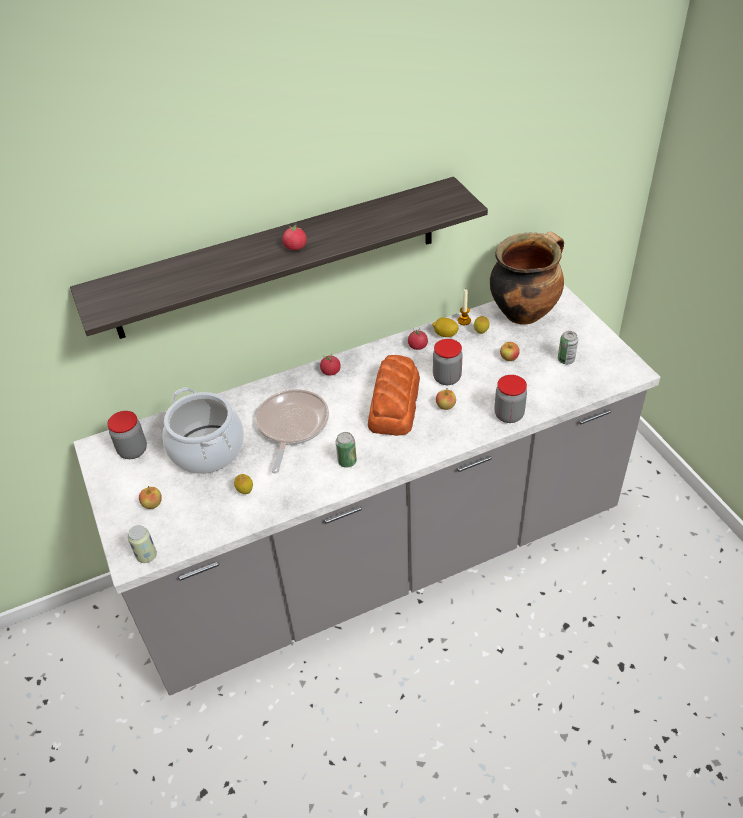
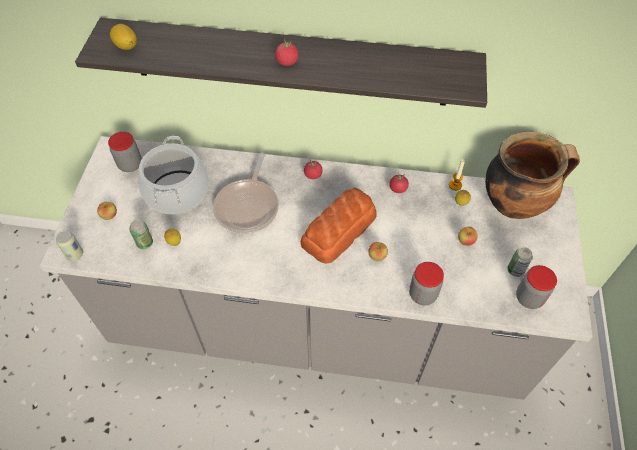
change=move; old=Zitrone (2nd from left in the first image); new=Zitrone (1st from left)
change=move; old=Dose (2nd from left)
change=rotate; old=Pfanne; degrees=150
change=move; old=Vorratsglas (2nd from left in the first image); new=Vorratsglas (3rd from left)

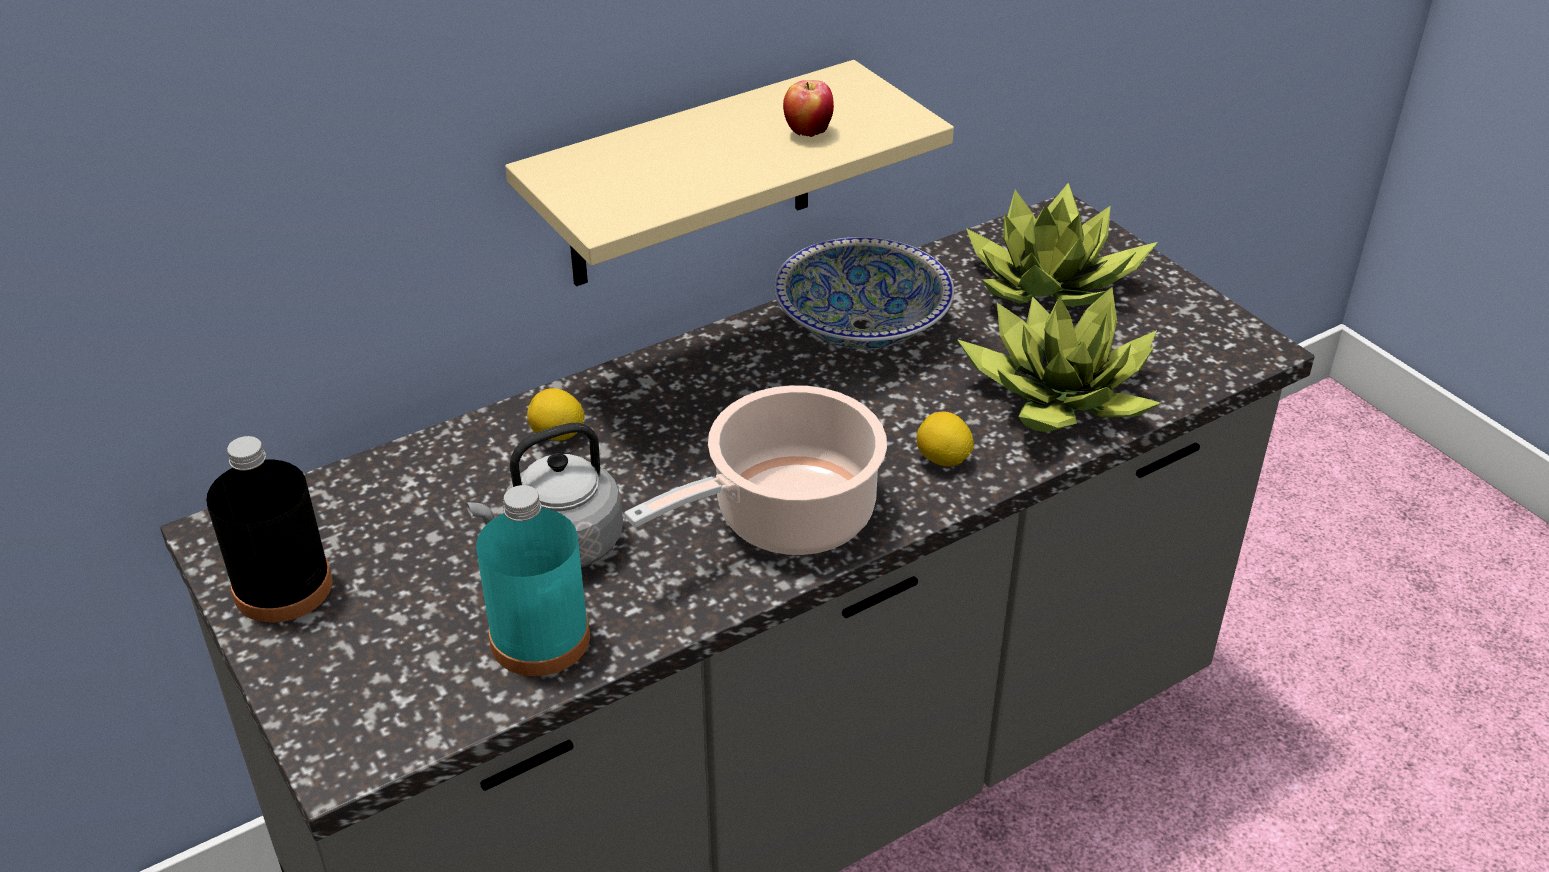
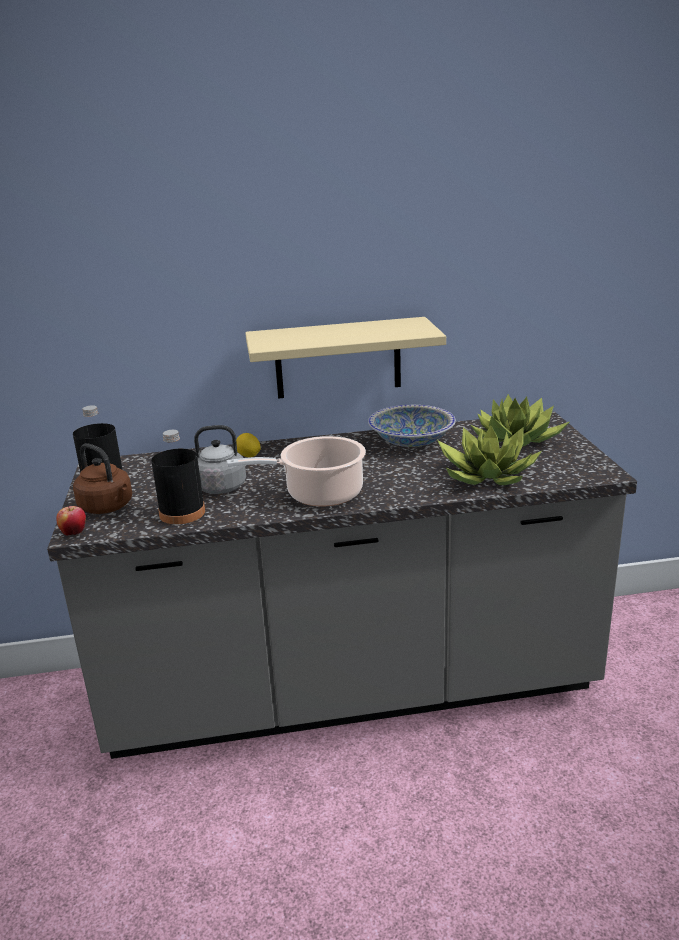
change=move; old=Apfel
change=insert; new=Wasserkessel/braun
change=recolor; old=Flasche/türkis; new=Flasche/schwarz (2nd from left)
change=delete; old=Zitrone (2nd from left)

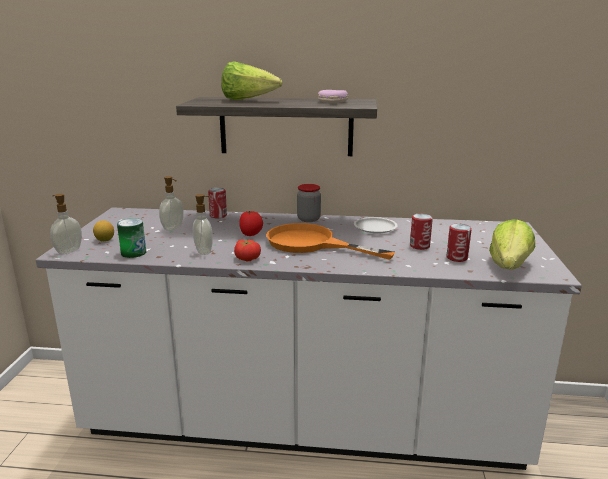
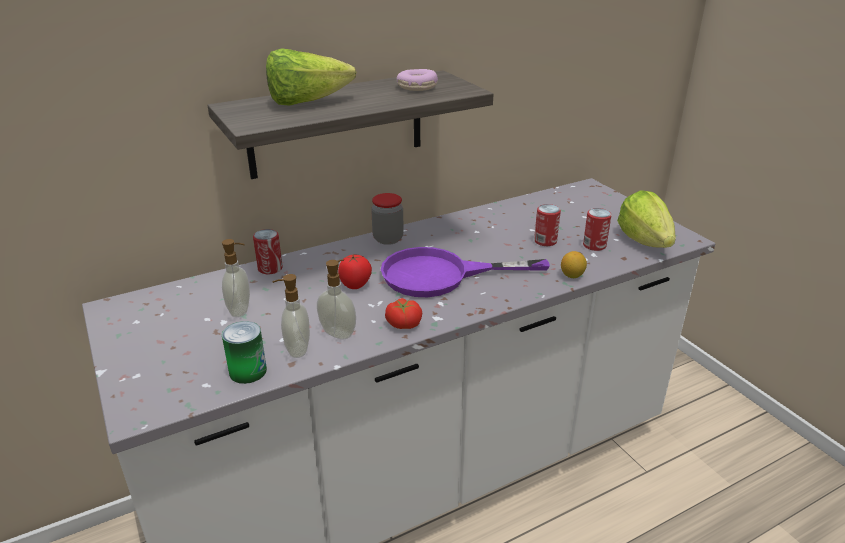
change=move; old=Seifenspender (1st from left in the first image); new=Seifenspender (2nd from left)
change=recolor; old=Pfanne/orange; new=Pfanne/lila
change=move; old=Zitrone
change=delete; old=Teller/weiß

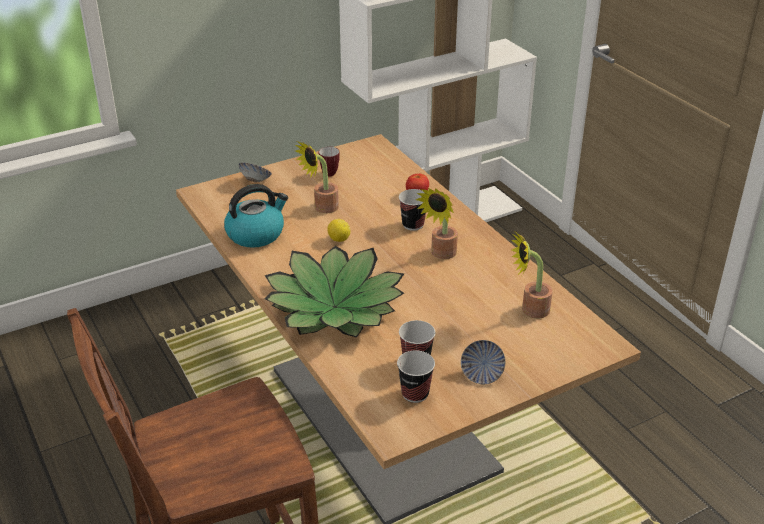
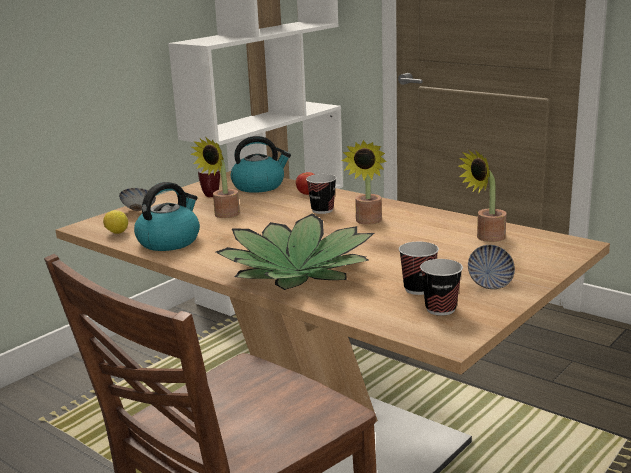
change=move; old=Zitrone
change=insert; new=Wasserkessel (2nd from left)

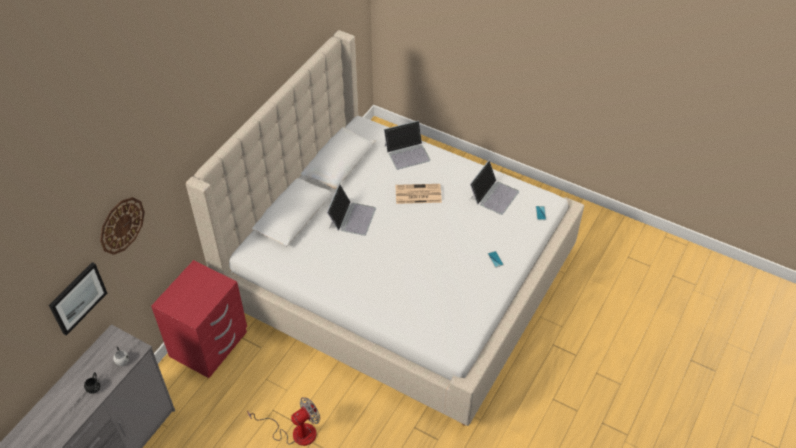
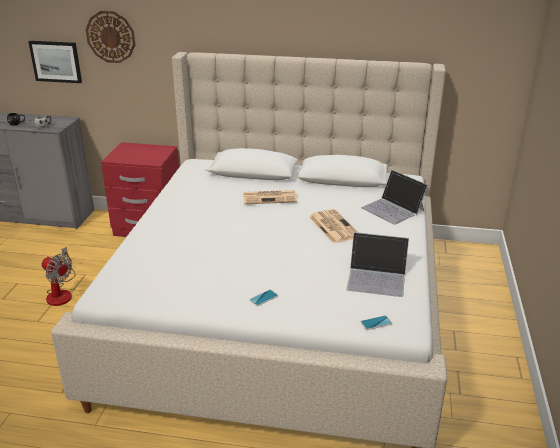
change=replace; old=Laptop (1st from left); new=Zeitung (1st from left)

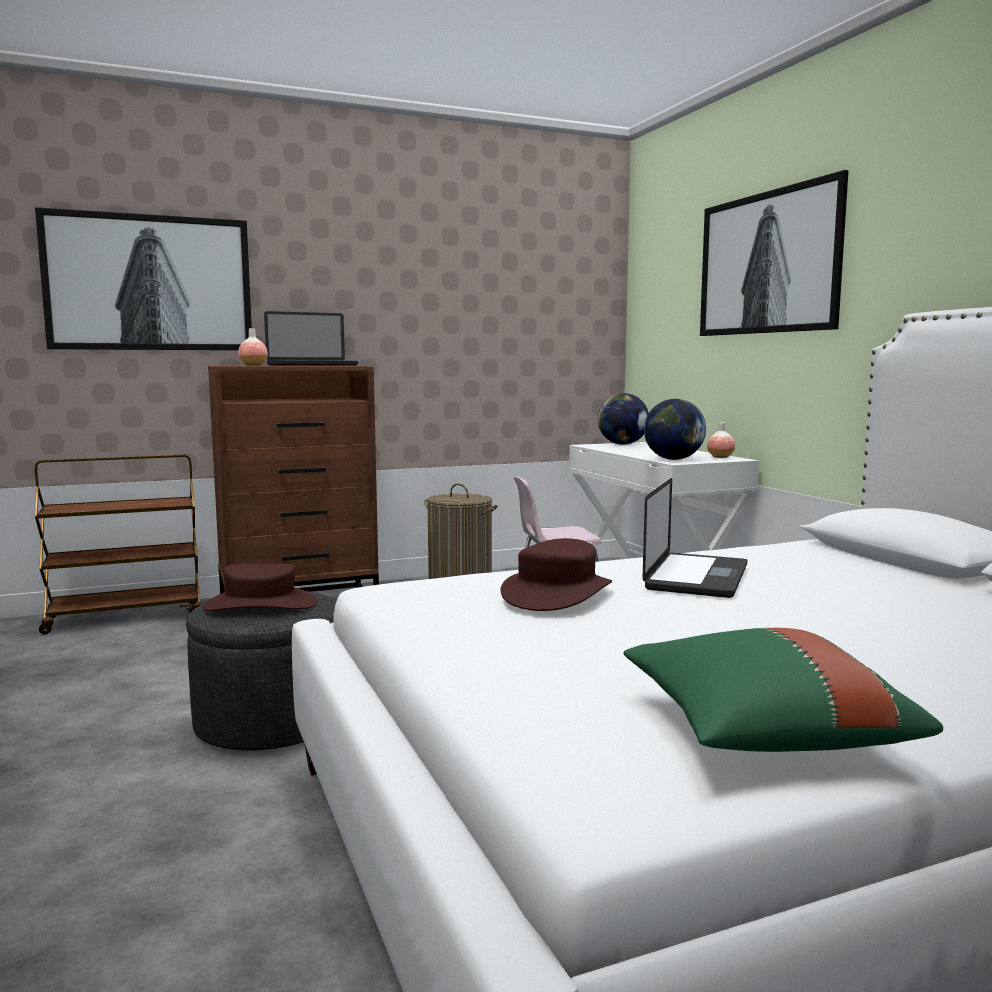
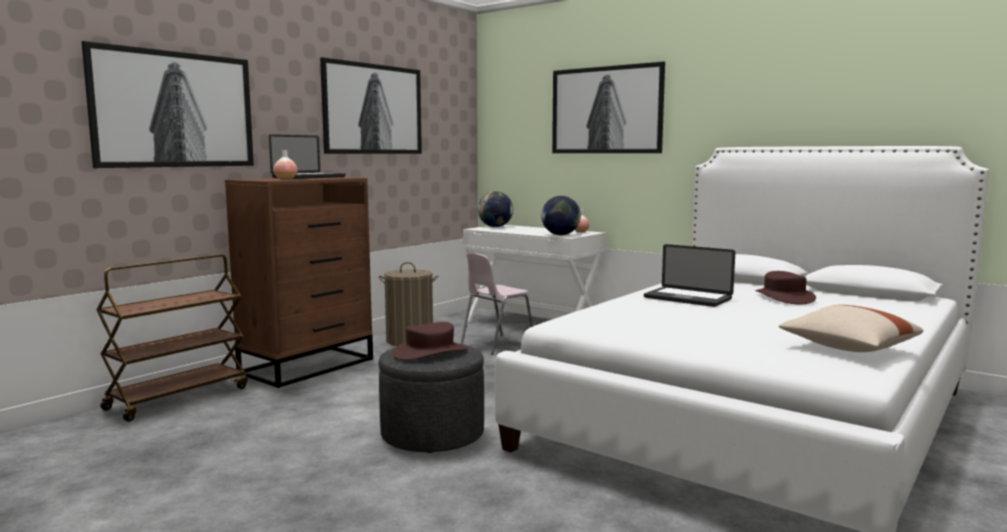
change=insert; new=Bild (2nd from left)
change=rotate; old=Laptop (2nd from left); degrees=135
change=move; old=Hut/braun (2nd from left)
change=recolor; old=Kissen/grün; new=Kissen/beige

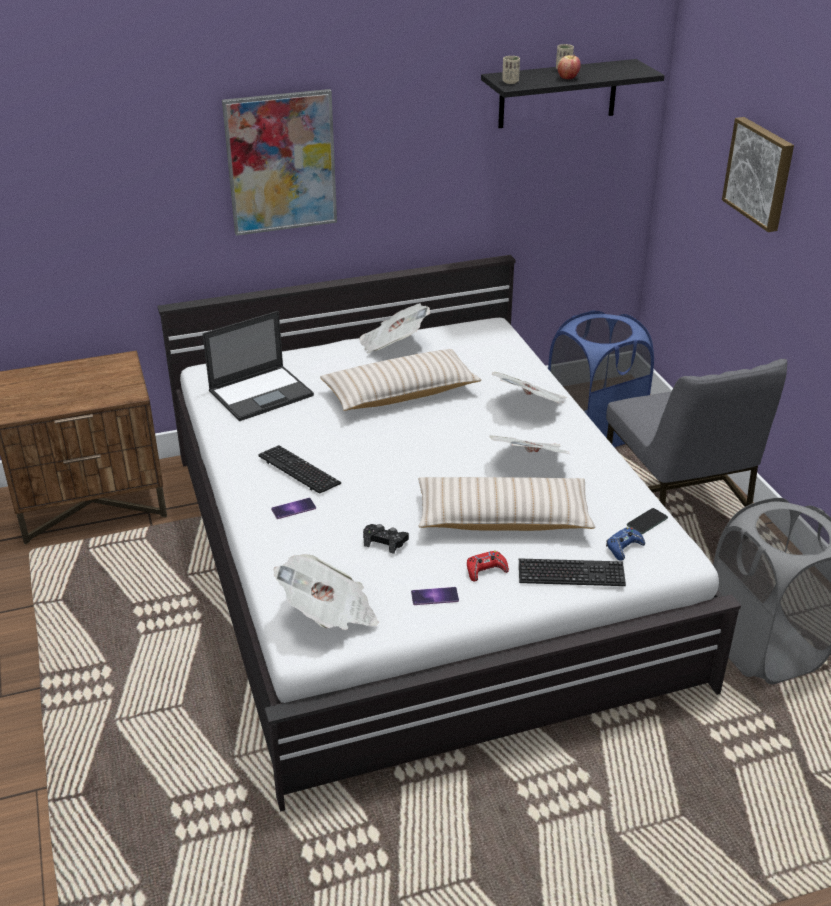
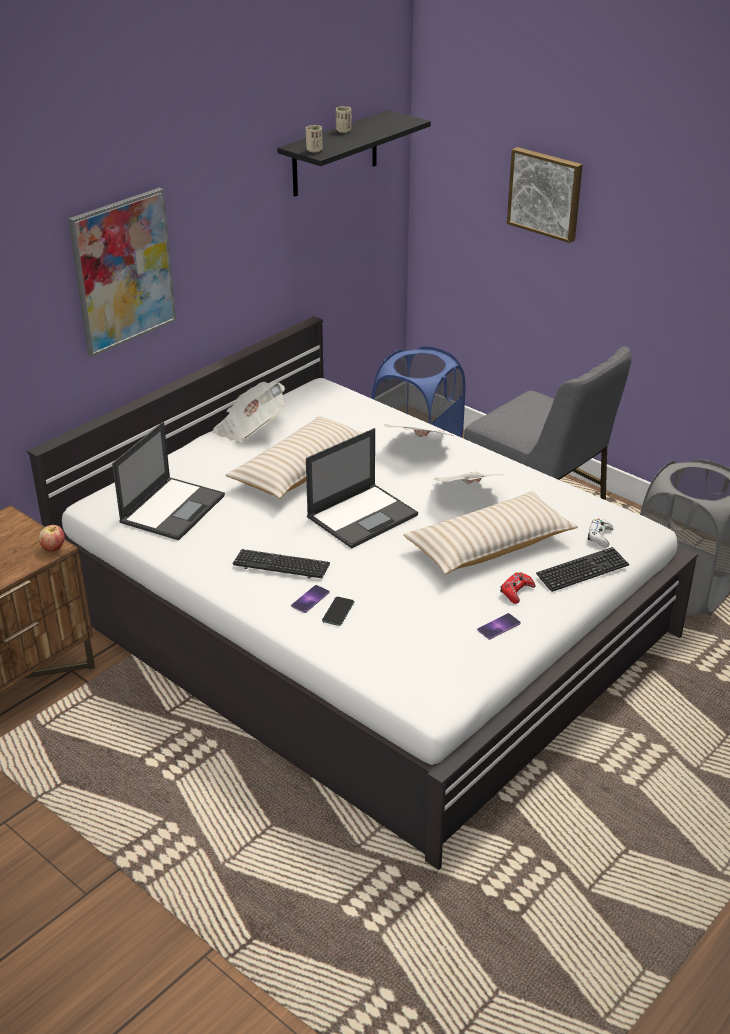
change=move; old=Apfel
change=insert; new=Laptop (2nd from left)
change=move; old=Handy (3rd from left in the first image); new=Handy (2nd from left)
change=recolor; old=Gamepad/blau; new=Gamepad/weiß
change=delete; old=Zeitung (1st from left)
change=delete; old=Gamepad/schwarz

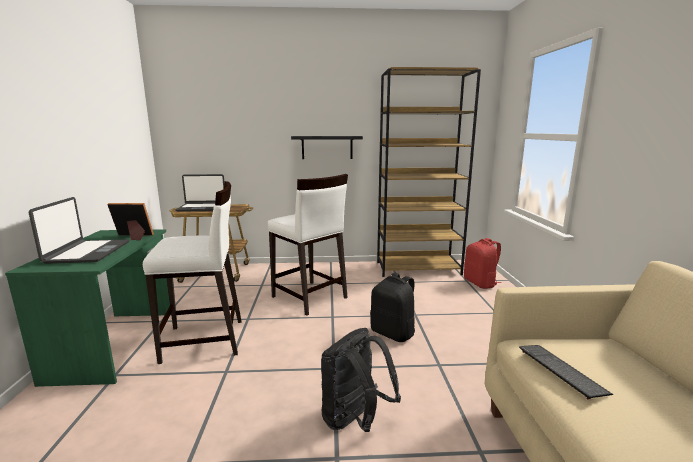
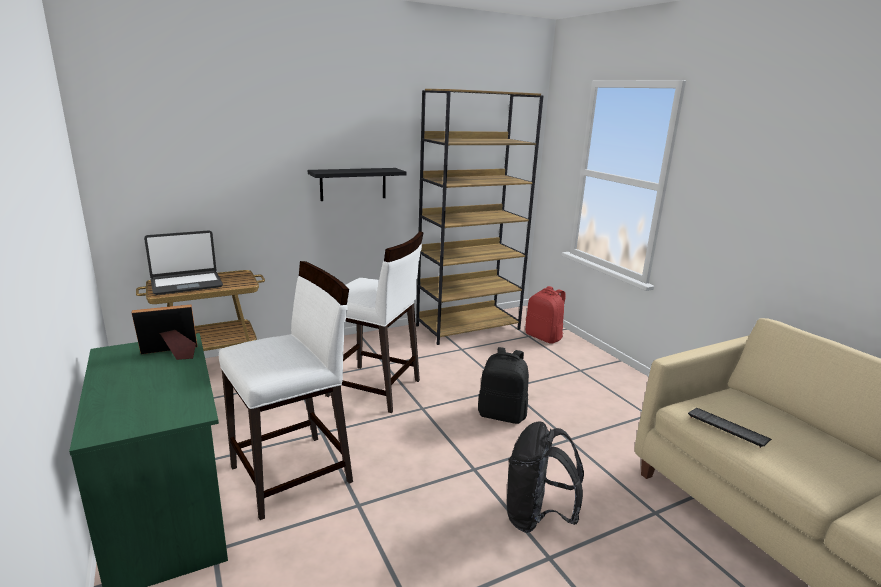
change=delete; old=Laptop (1st from left)

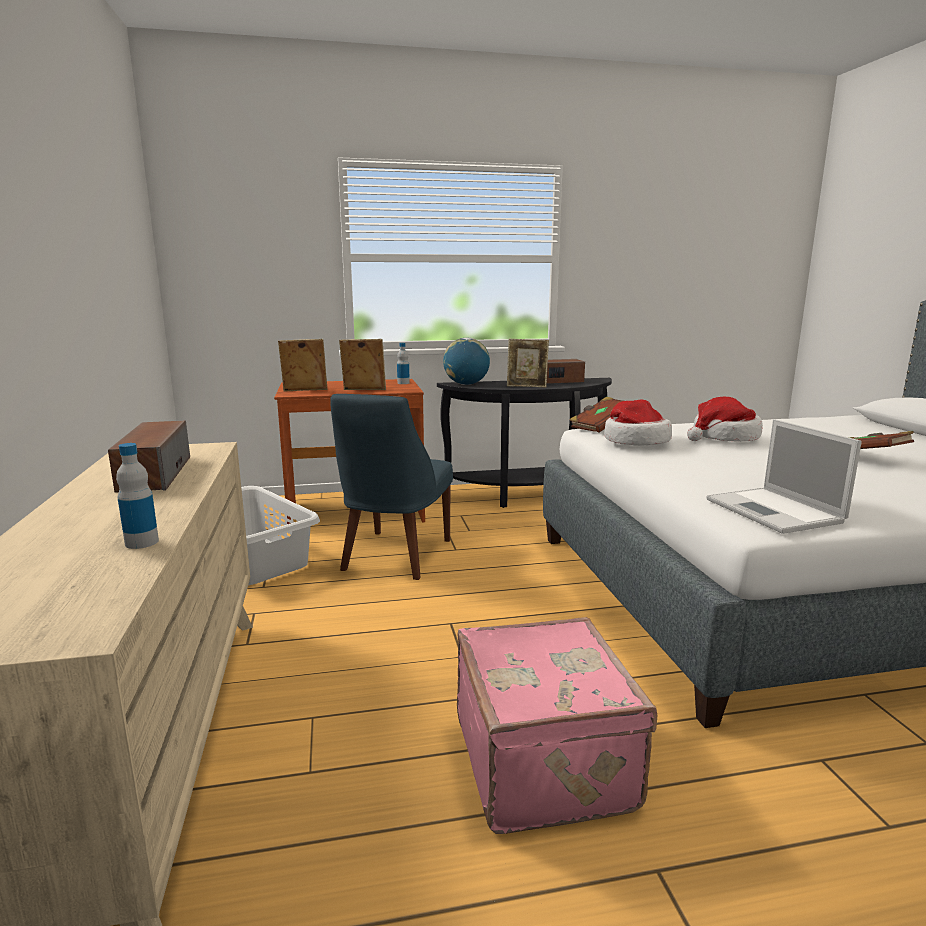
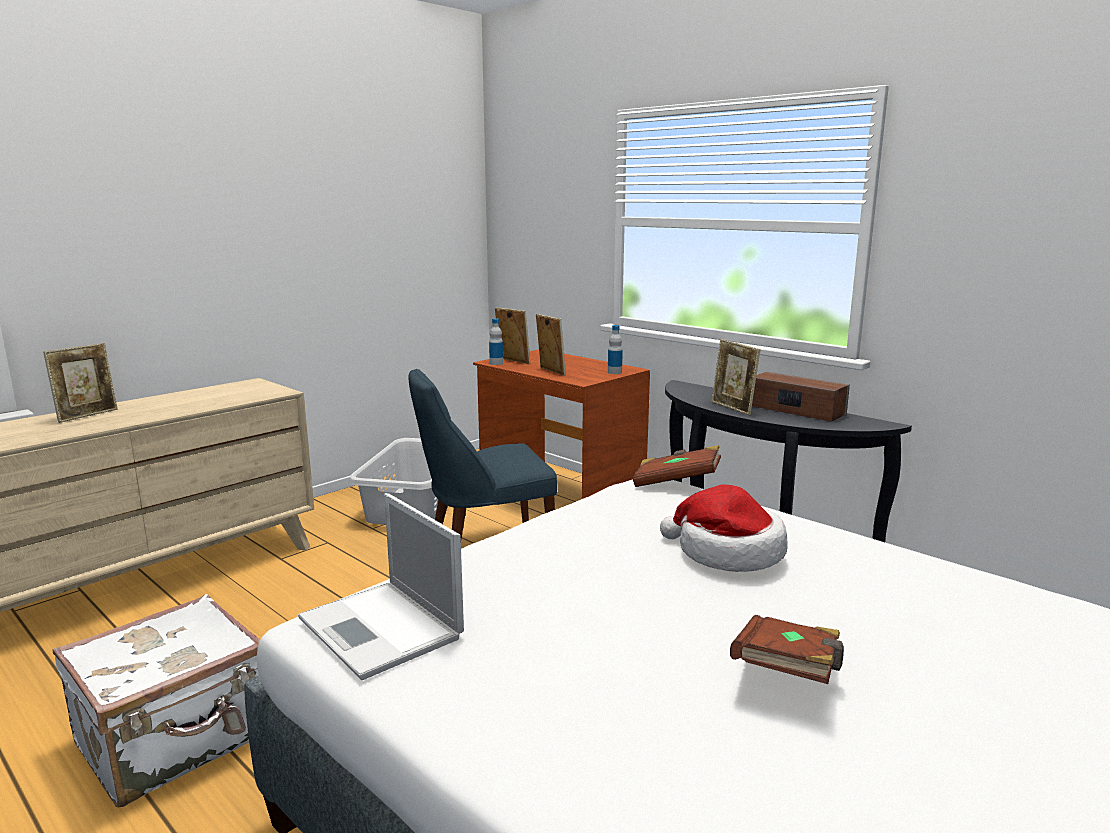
change=insert; new=Bilderrahmen (1st from left)
change=recolor; old=Koffer/rosa; new=Koffer/weiß
change=rotate; old=Laptop; degrees=-75
change=move; old=Flasche (1st from left)
change=delete; old=Lautsprecher (1st from left)
change=delete; old=Globus
change=delete; old=Hut (1st from left)

